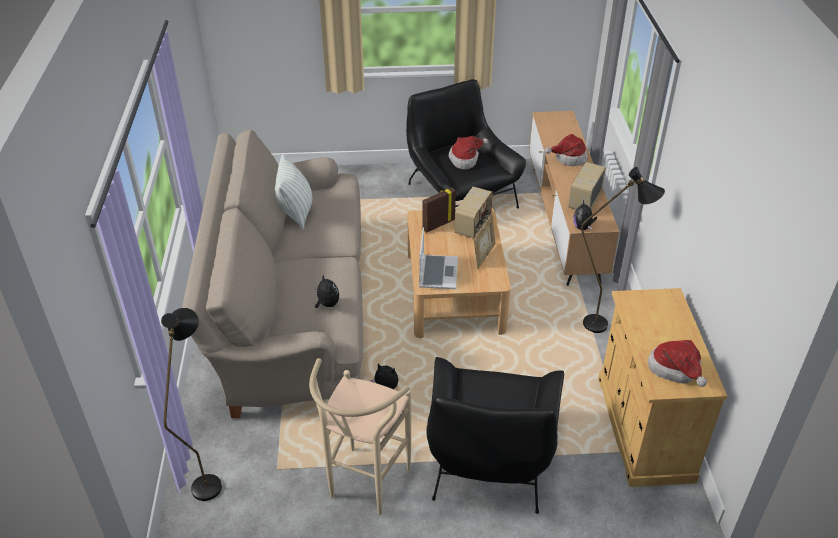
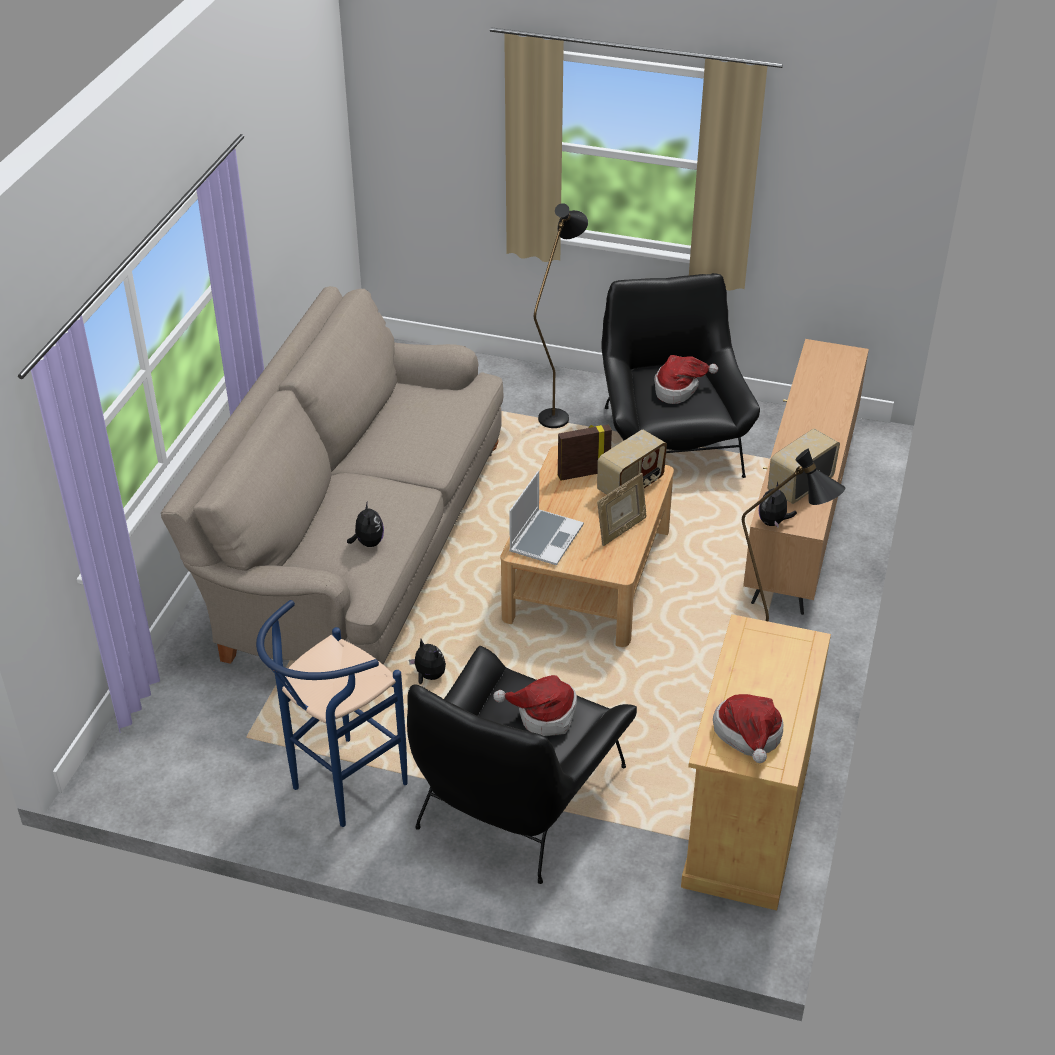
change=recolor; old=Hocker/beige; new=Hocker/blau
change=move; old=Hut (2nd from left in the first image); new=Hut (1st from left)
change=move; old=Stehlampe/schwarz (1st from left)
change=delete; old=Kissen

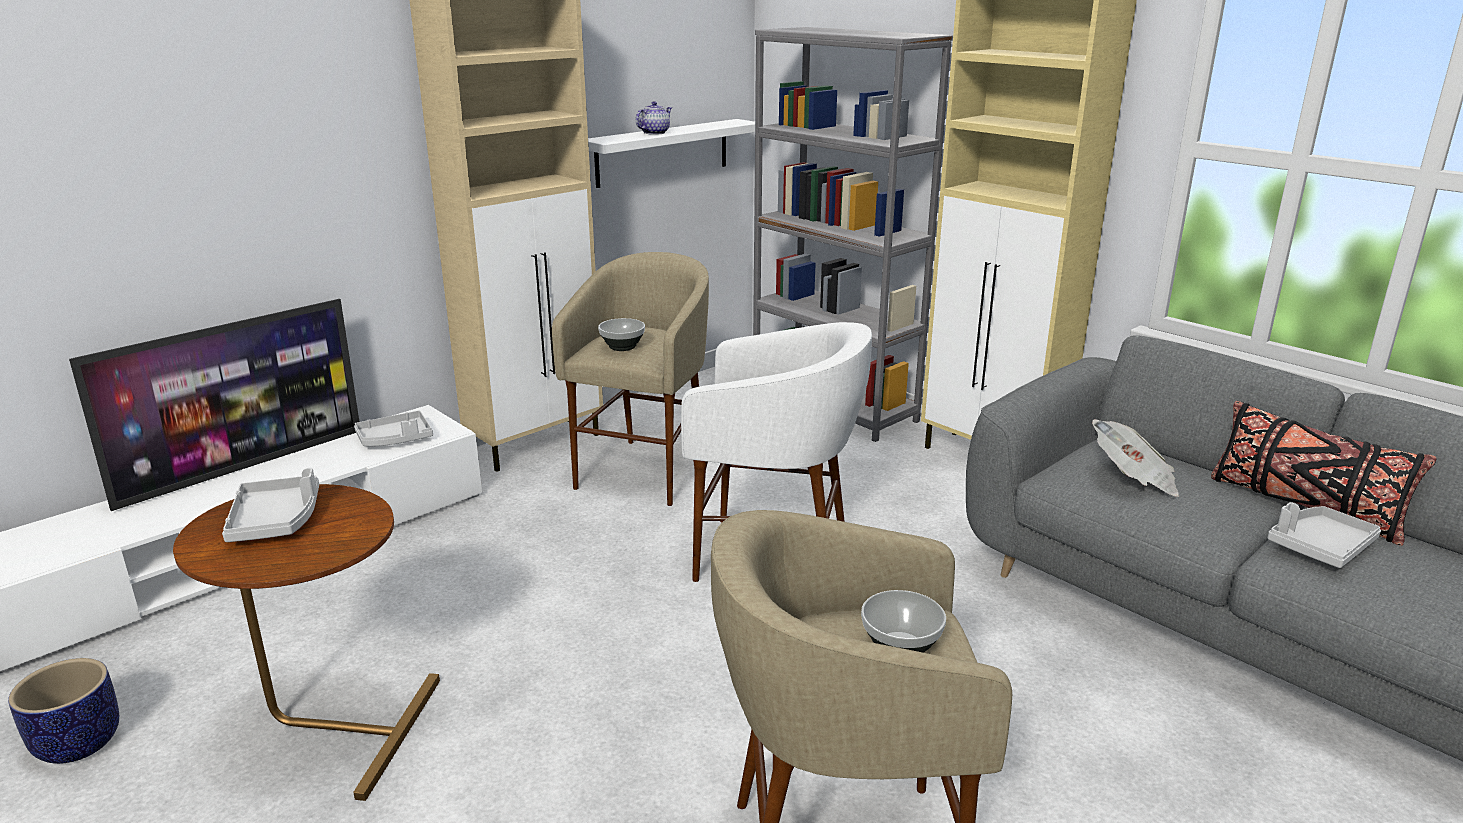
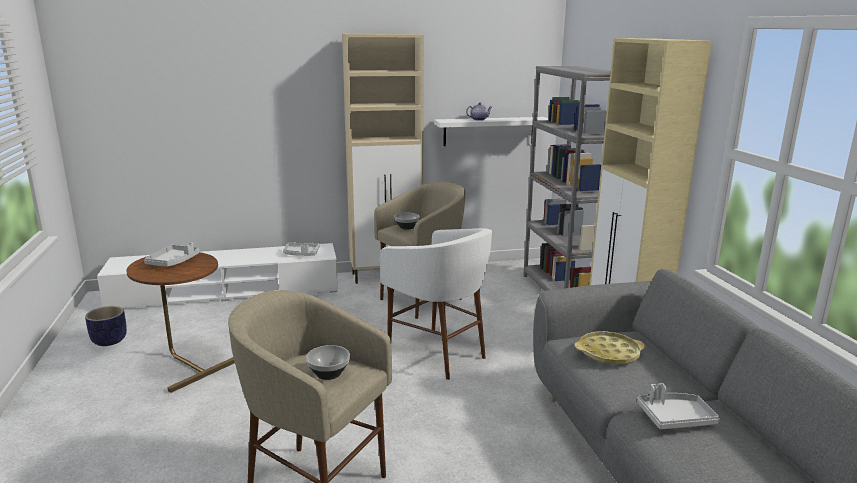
change=replace; old=Zeitung; new=Tablett/gelb
change=delete; old=Fernseher
change=delete; old=Kissen/schwarz

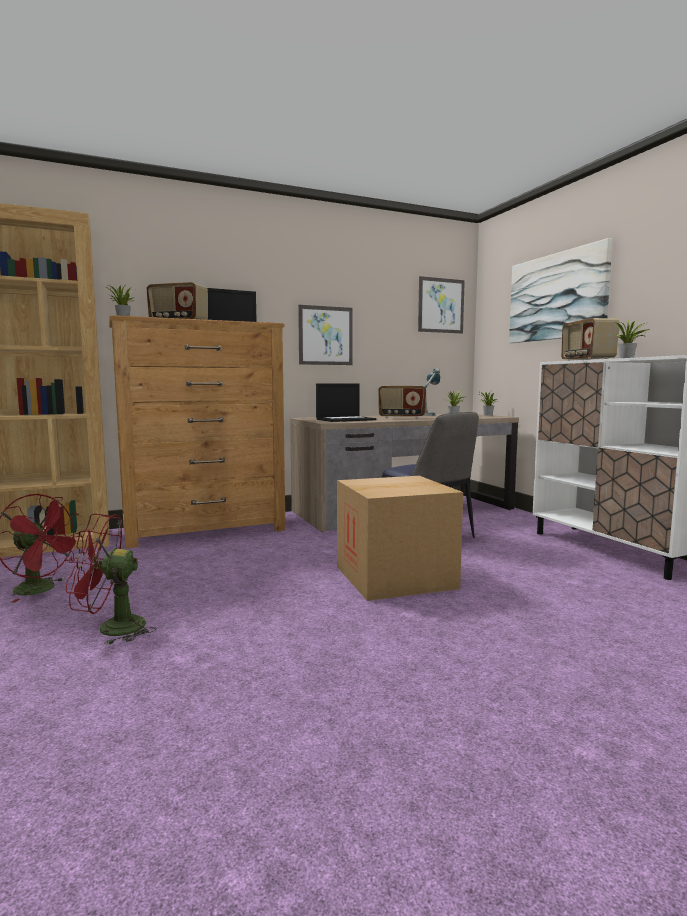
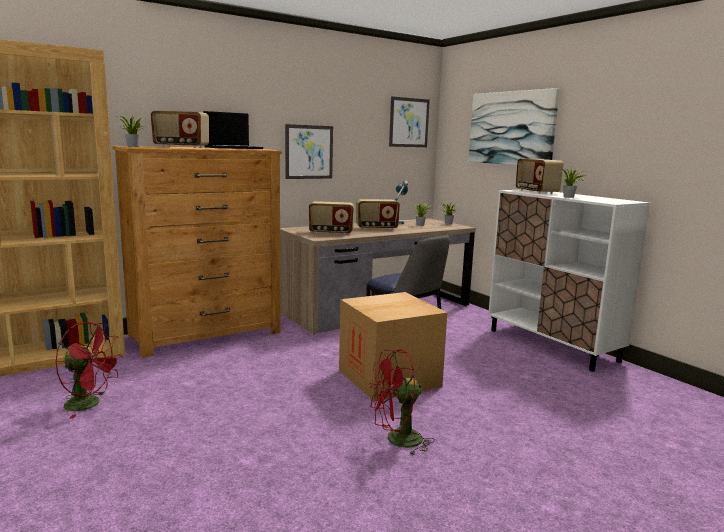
change=replace; old=Laptop (2nd from left); new=Radio (2nd from left)
change=move; old=Ventilator/rot (2nd from left)

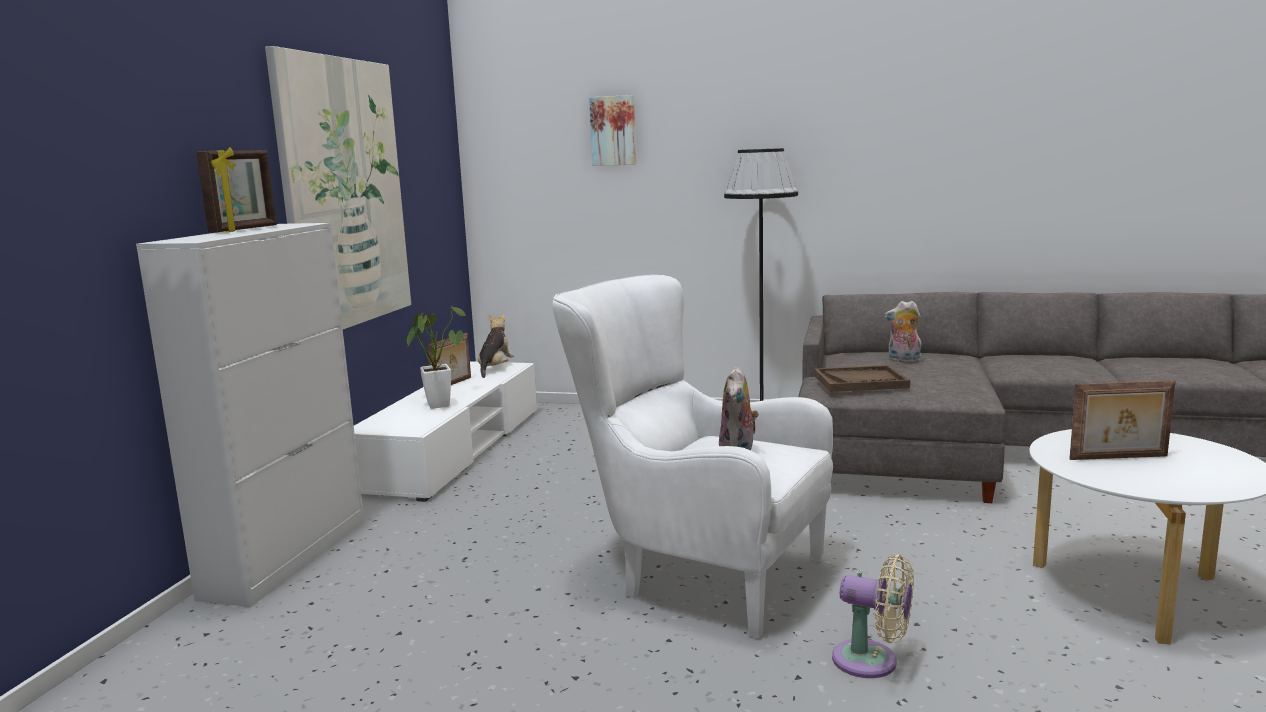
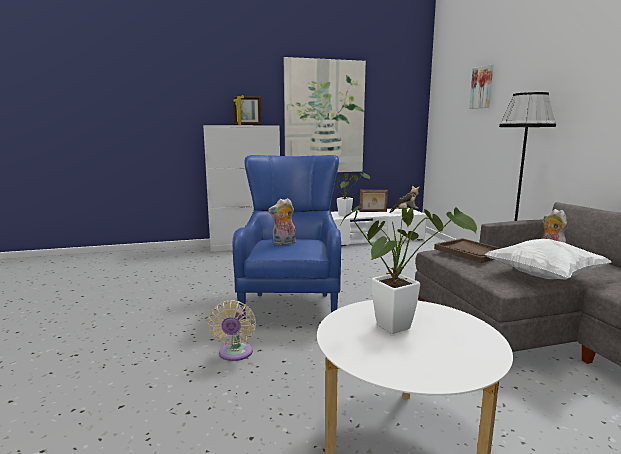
change=recolor; old=Sessel/weiß; new=Sessel/blau
change=replace; old=Bilderrahmen (3rd from left); new=Topfpflanze (2nd from left)
change=insert; new=Kissen/weiß

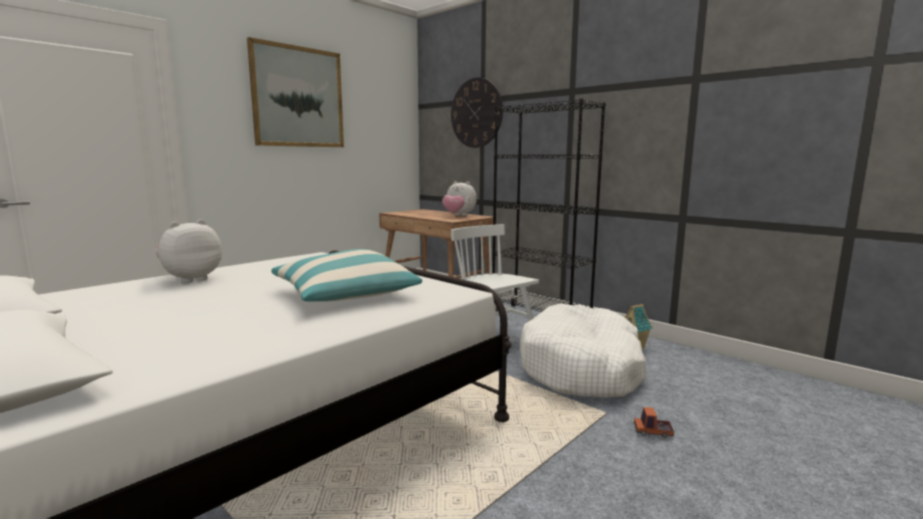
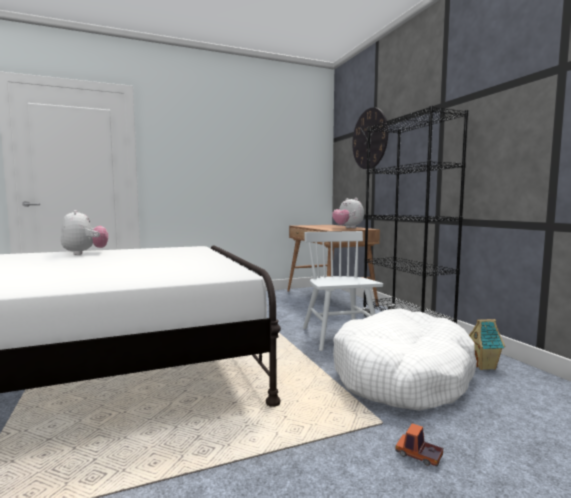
change=rotate; old=Plüschtier (1st from left); degrees=90
change=delete; old=Bild
change=delete; old=Kissen

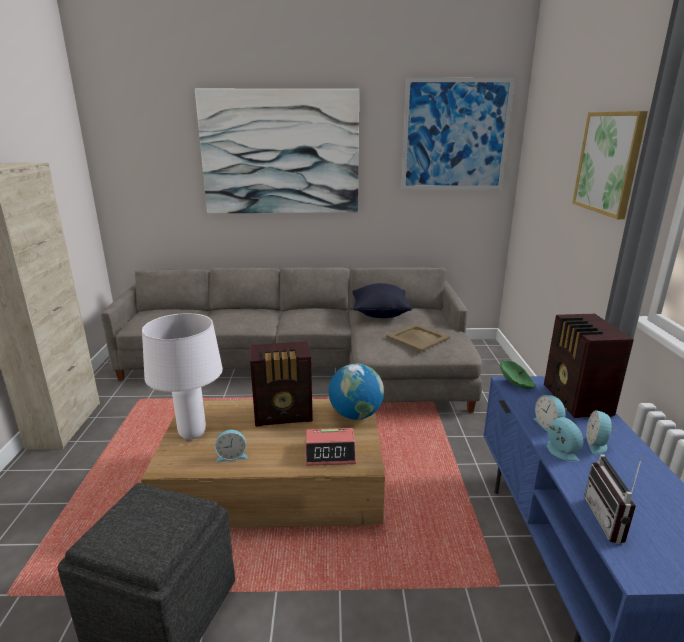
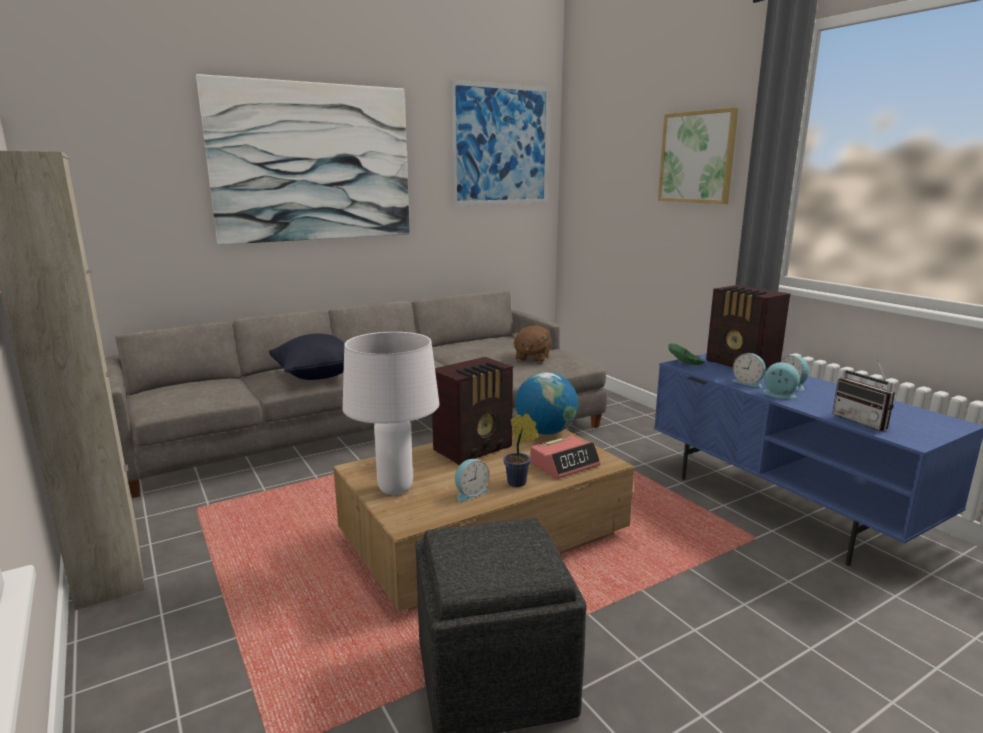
change=move; old=Kissen/schwarz
change=insert; new=Topfpflanze
change=replace; old=Tablett/beige; new=Plüschtier/braun

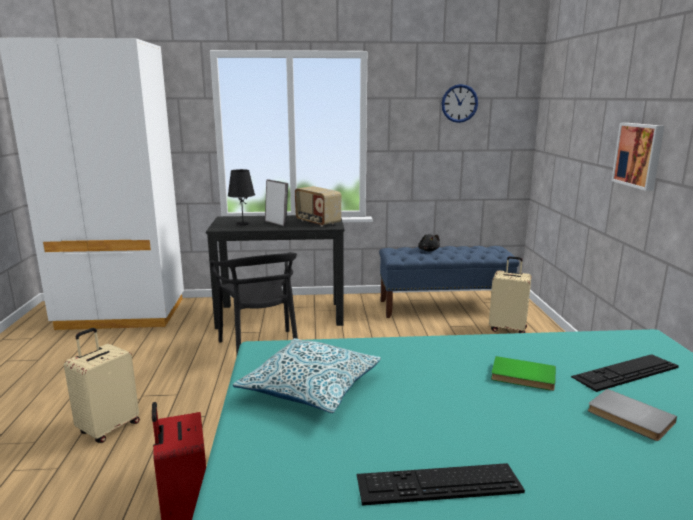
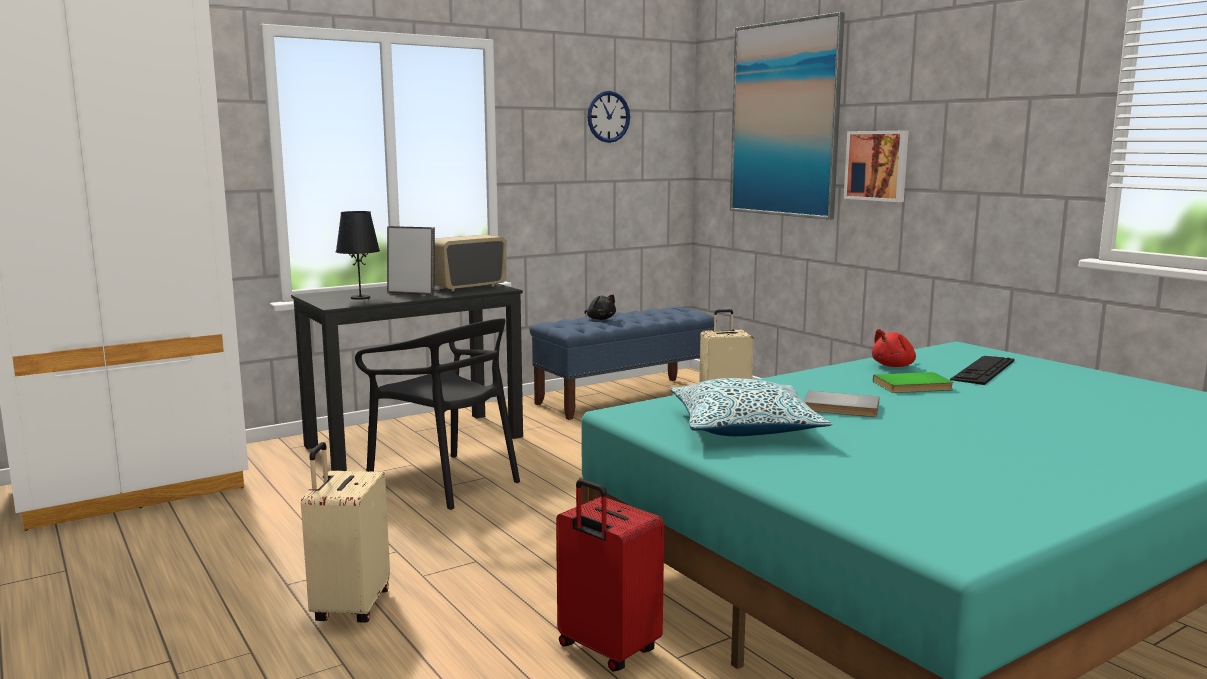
change=rotate; old=Radio; degrees=120
change=insert; new=Bild (1st from left)
change=move; old=Buch/grau
change=insert; new=Plüschtier/rot
change=delete; old=Tastatur (1st from left)

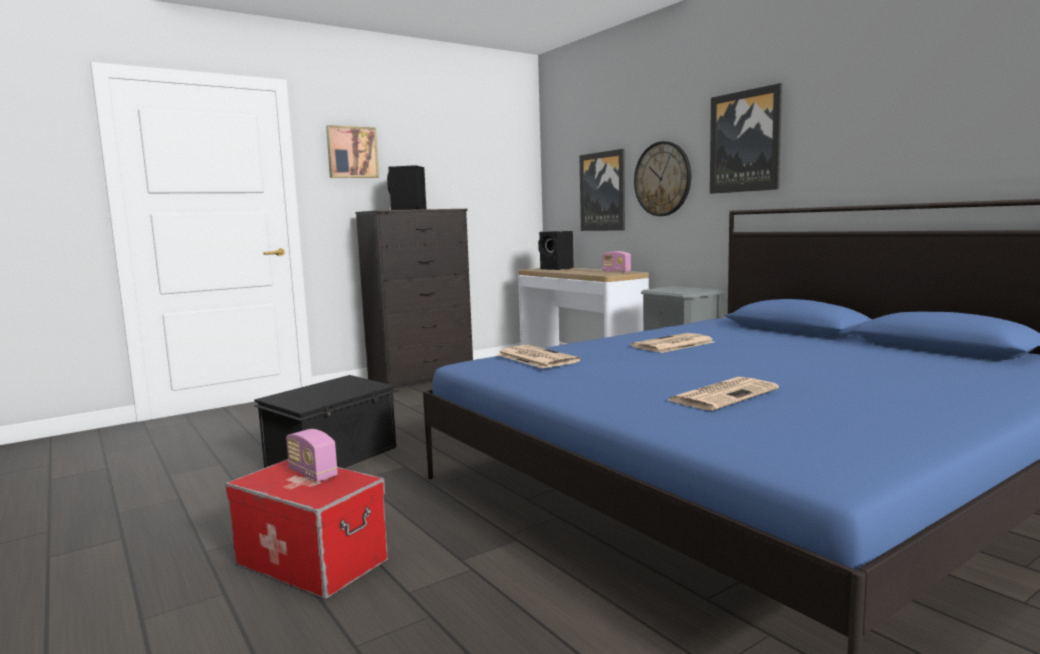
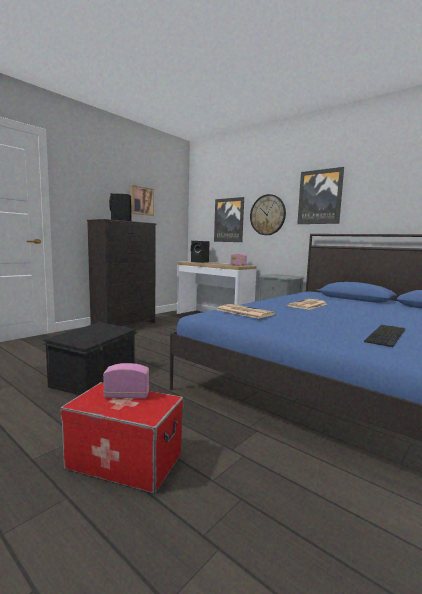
change=rotate; old=Radio (1st from left); degrees=150
change=move; old=Bild (1st from left)
change=replace; old=Zeitung (3rd from left); new=Tastatur

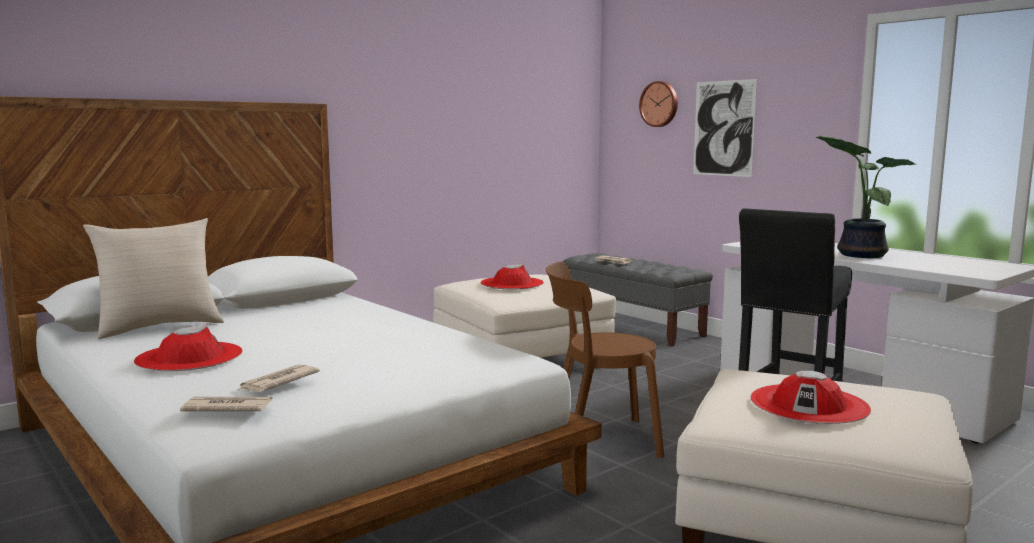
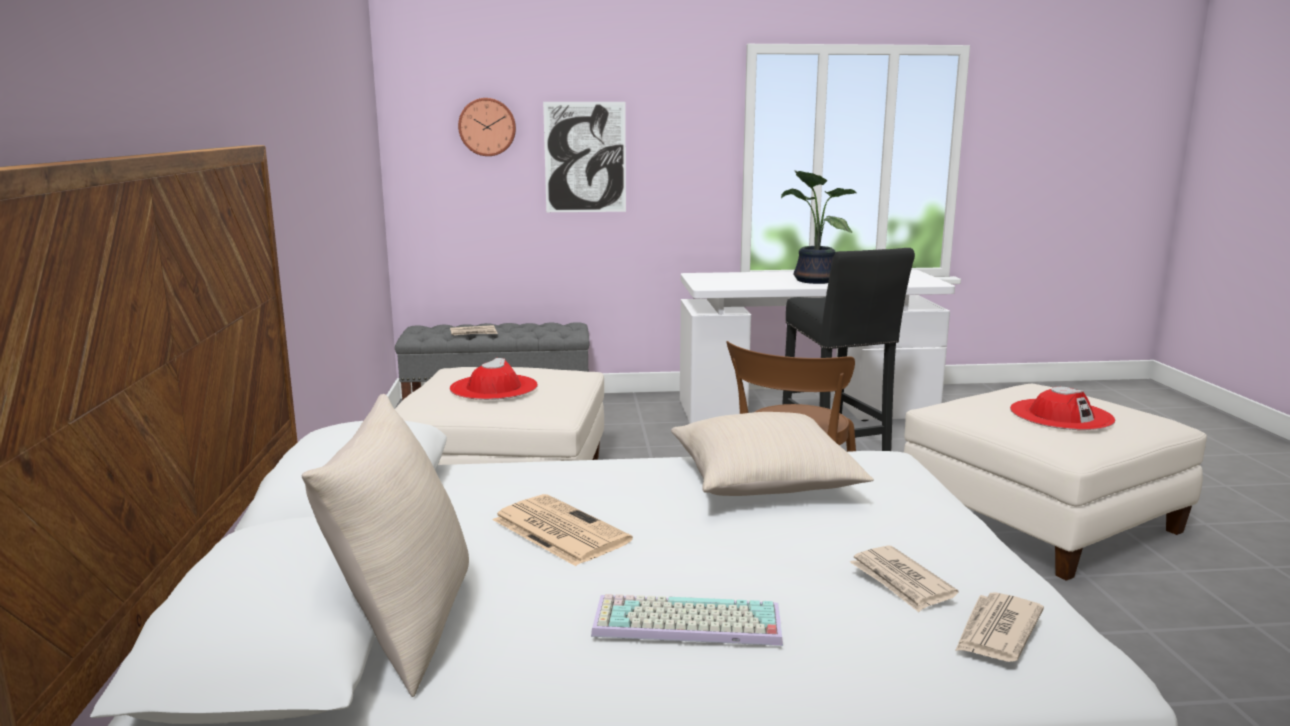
change=insert; new=Zeitung (2nd from left)
change=replace; old=Hut/rot (1st from left); new=Tastatur
change=insert; new=Kissen/beige (2nd from left)

